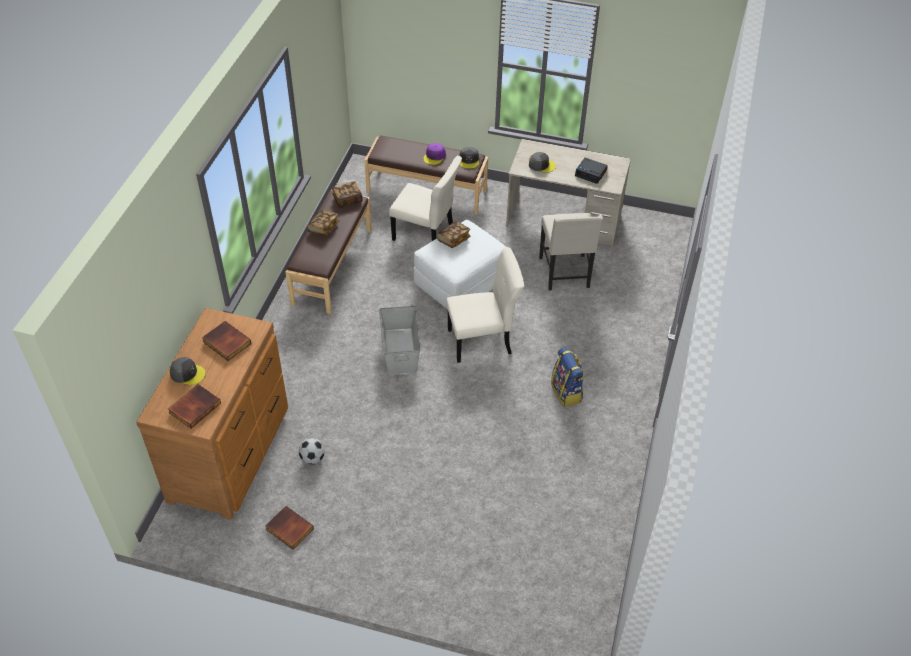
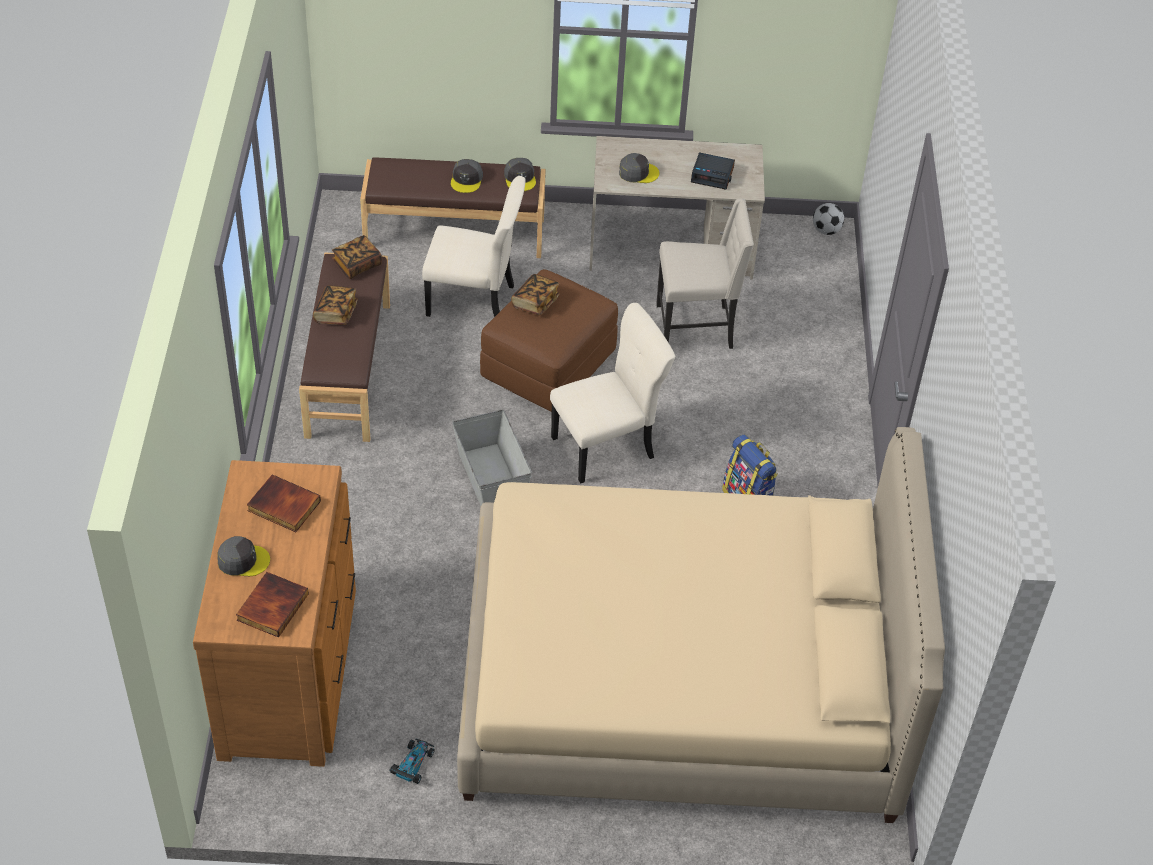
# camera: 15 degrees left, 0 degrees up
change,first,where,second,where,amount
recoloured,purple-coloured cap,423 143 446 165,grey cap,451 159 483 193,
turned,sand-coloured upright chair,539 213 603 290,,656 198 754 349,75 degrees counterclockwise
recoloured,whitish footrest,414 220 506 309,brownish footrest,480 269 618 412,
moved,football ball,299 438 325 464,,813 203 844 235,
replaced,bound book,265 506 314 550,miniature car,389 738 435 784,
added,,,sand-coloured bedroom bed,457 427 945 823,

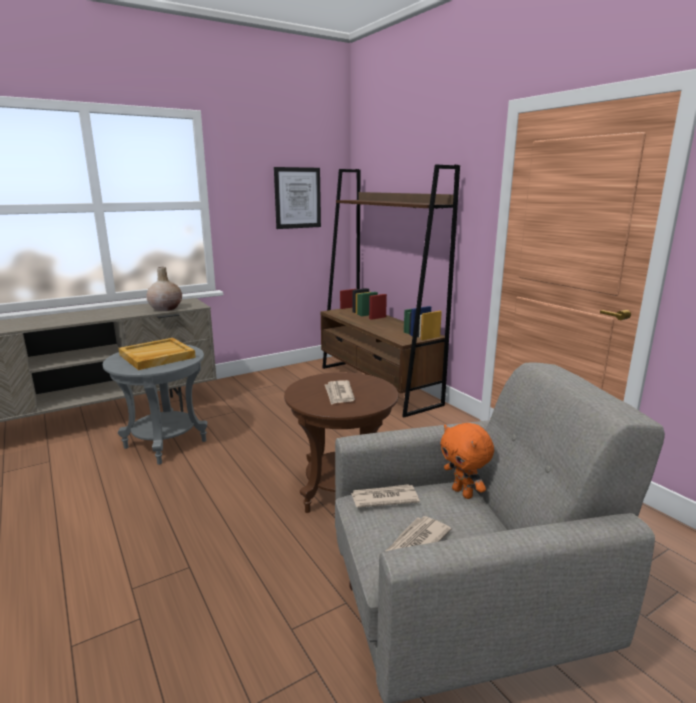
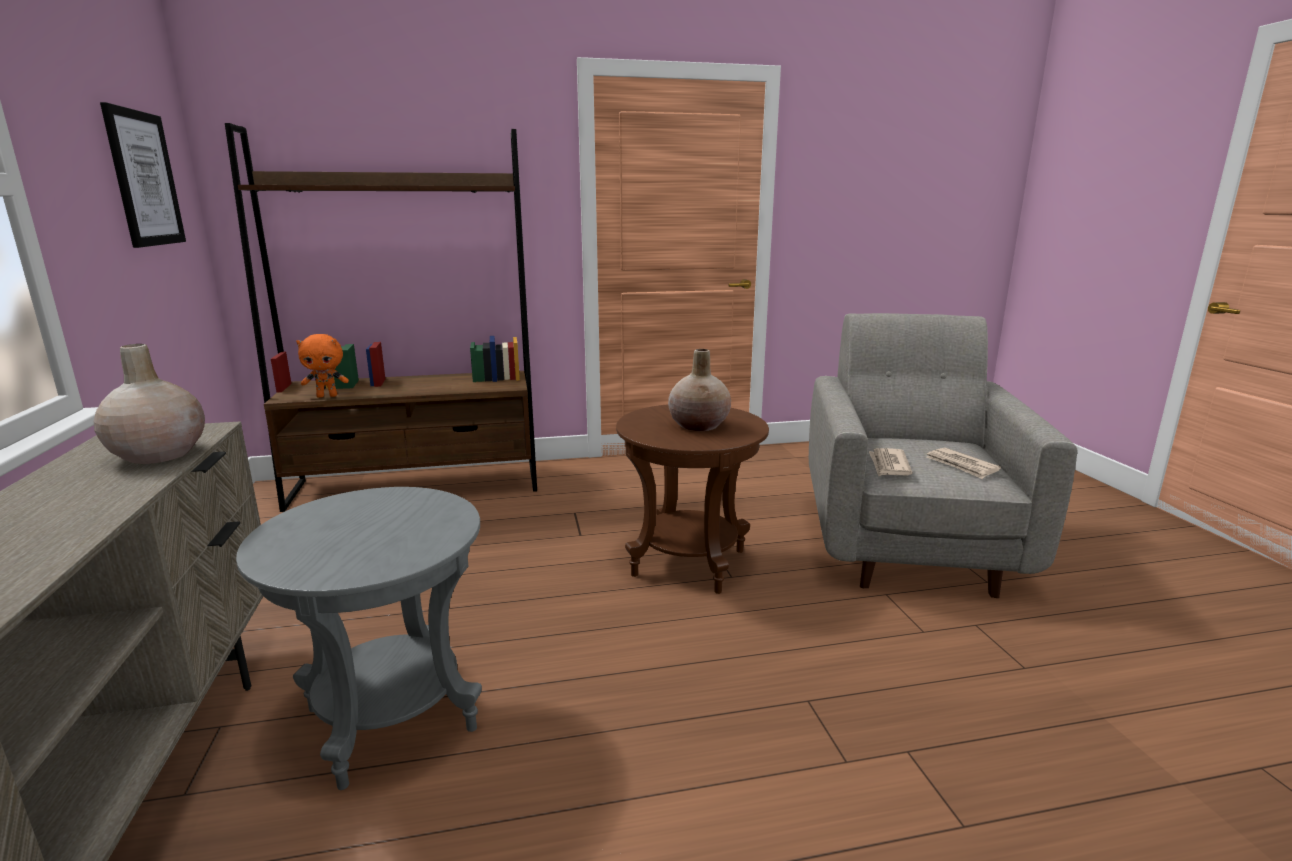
# camera: 70 degrees left, 0 degrees up
change,first,where,second,where,amount
removed,sand-coloured tray,119 338 196 370,,,
replaced,printed paper,325 380 355 405,sand-coloured vase,668 349 731 431,
moved,orange-coloured plush toy,440 423 494 499,,296 334 349 398,

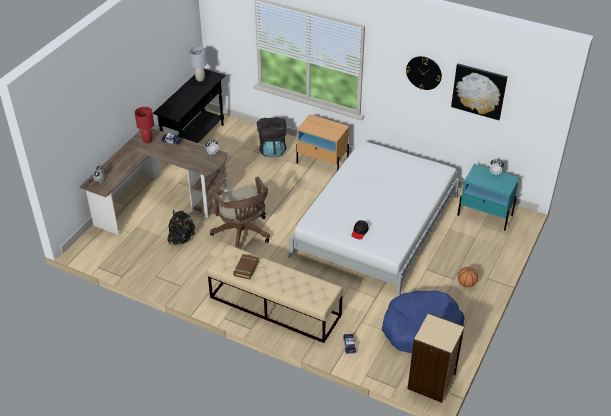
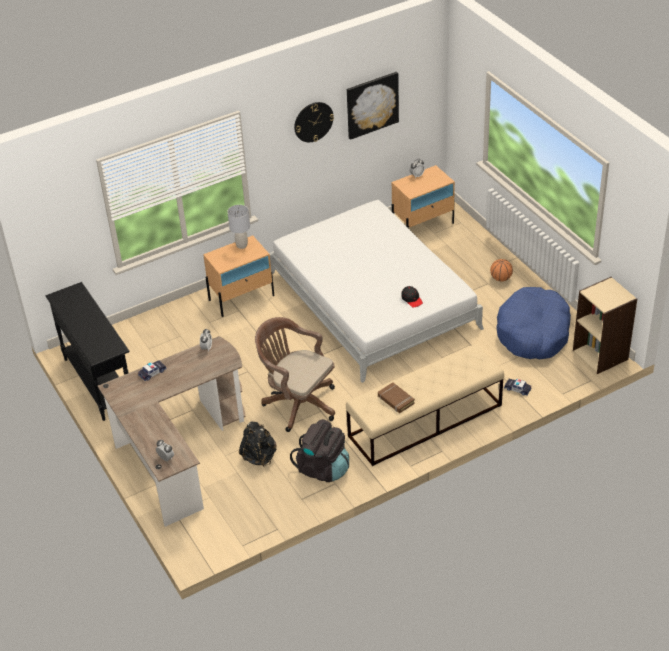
# camera: 55 degrees left, 0 degrees up
change,first,where,second,where,amount
moved,grey lamp for a table,189 46 207 81,,228 205 250 249,
removed,red-coloured lamp for a table,135 107 154 143,,,
moved,black rucksack,257 117 286 157,,290 419 349 482,
recoloured,turquoise bedside table,458 164 519 231,sand-coloured bedside table,392 165 455 229,
turned,brownish computer chair,210 177 270 248,,255 317 335 432,150 degrees counterclockwise

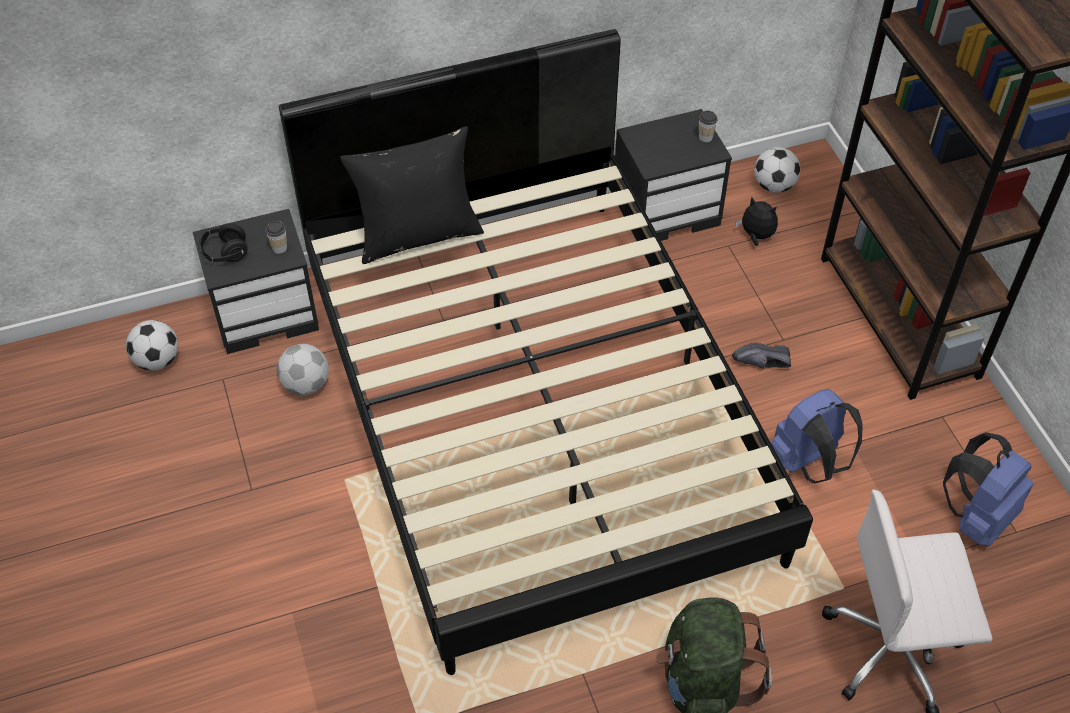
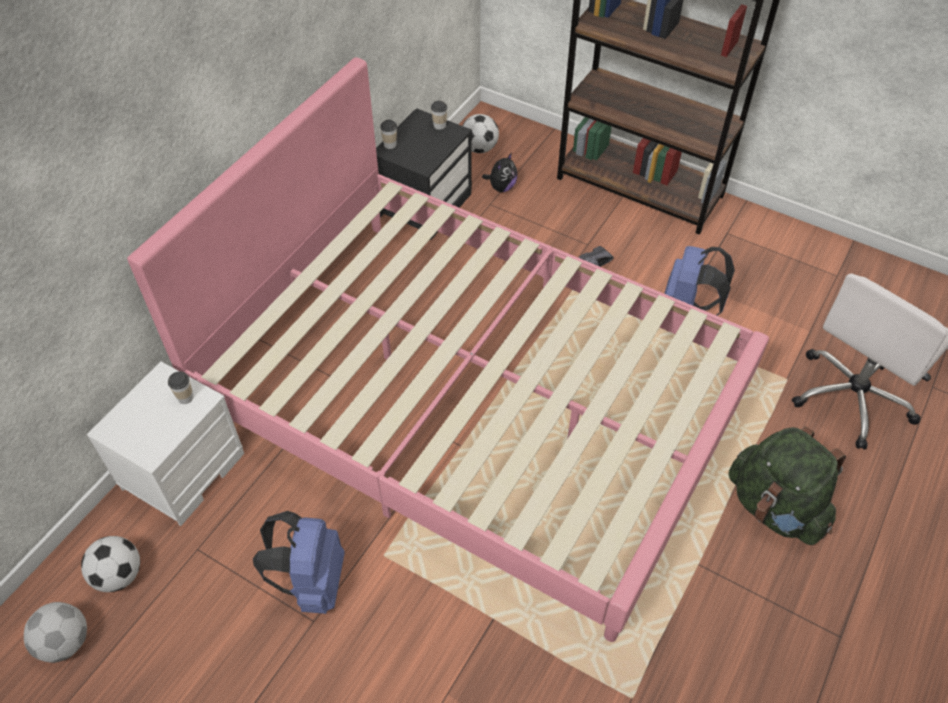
# camera: 40 degrees left, 0 degrees up
change,first,where,second,where,amount
recoloured,black bedroom bed,279 29 813 675,pink-coloured bedroom bed,127 57 769 642,
removed,black throw pillow,340 126 484 264,,,
turned,plush toy,736 197 778 246,,482 153 518 192,135 degrees clockwise
recoloured,black bedside table,193 209 319 354,whitish bedside table,87 362 244 526,
removed,black headphones,199 223 248 262,,,
moved,football ball,277 344 329 395,,24 602 87 663,
moved,blue rucksack,943 432 1033 547,,253 511 345 614,
added,,,drinking cup,380 120 397 149,

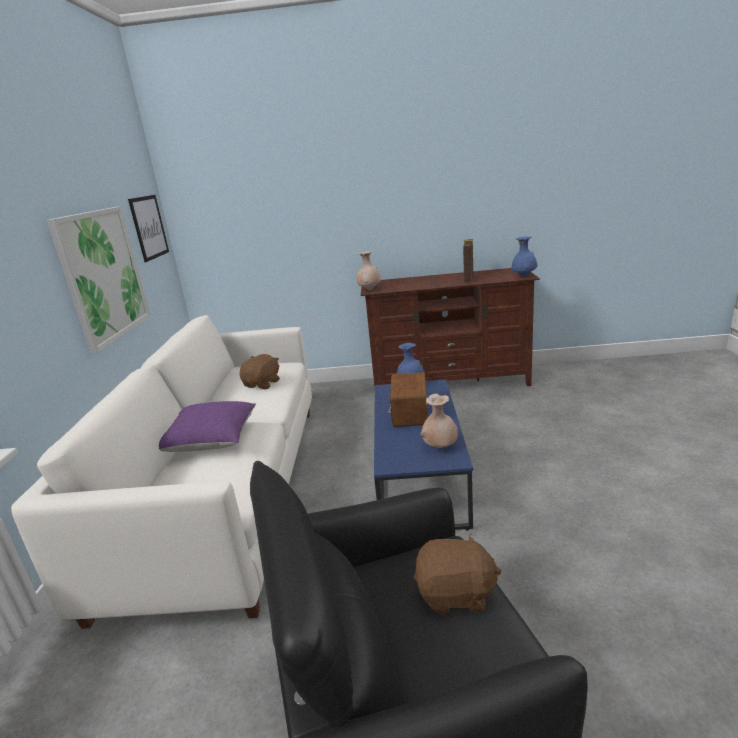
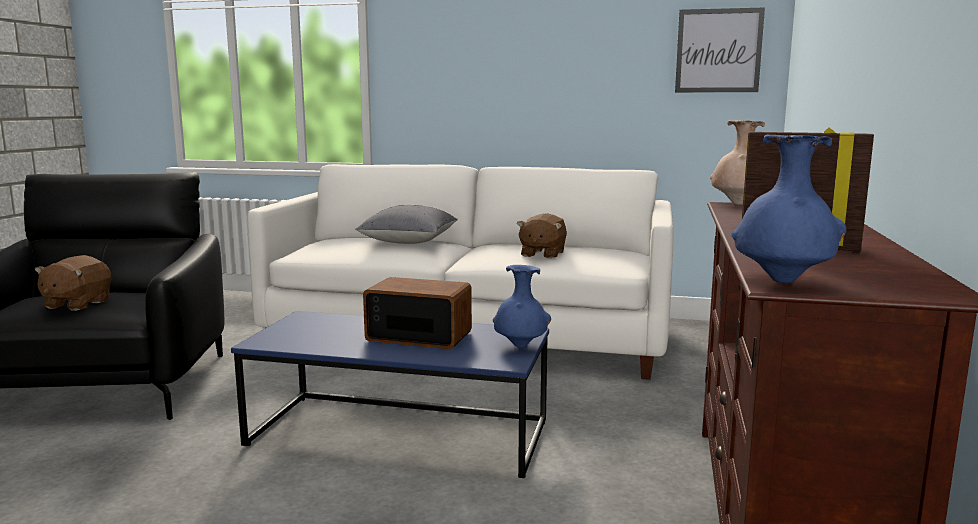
# camera: 100 degrees right, 10 degrees down
change,first,where,second,where,amount
removed,wall art,47 206 151 354,,,
turned,brownish plush toy,240 354 280 389,,516 213 567 259,75 degrees clockwise
removed,sand-coloured vase,420 394 458 448,,,
recoloured,purple-coloured throw pillow,159 401 256 452,grey throw pillow,355 205 458 244,

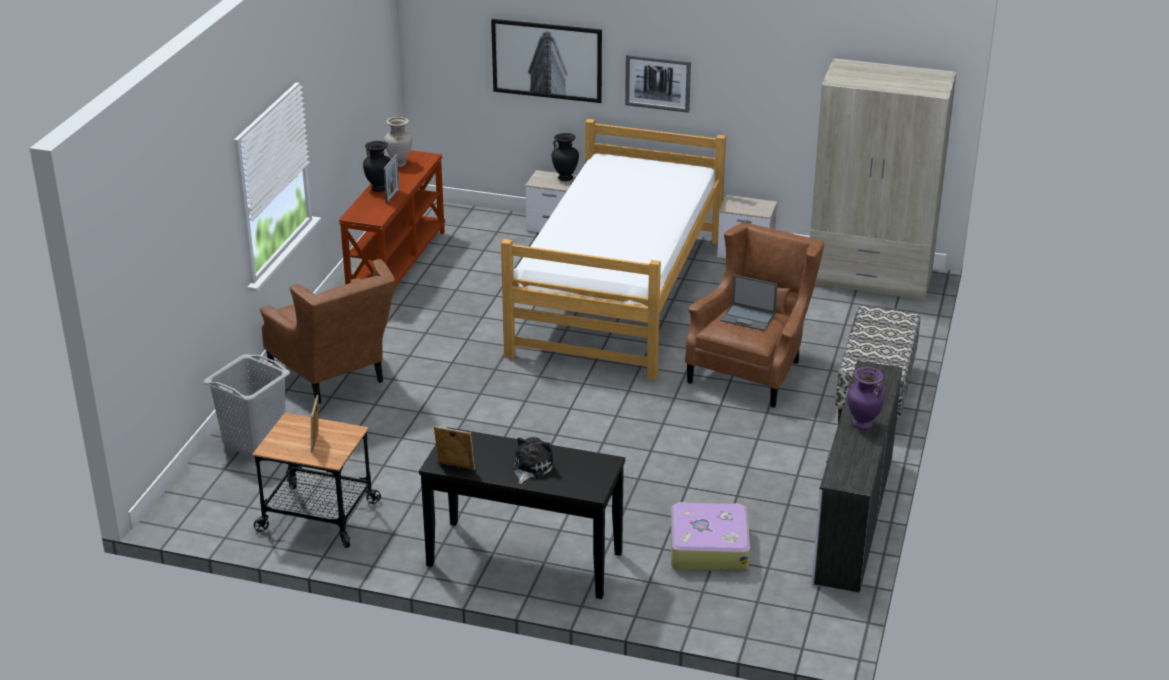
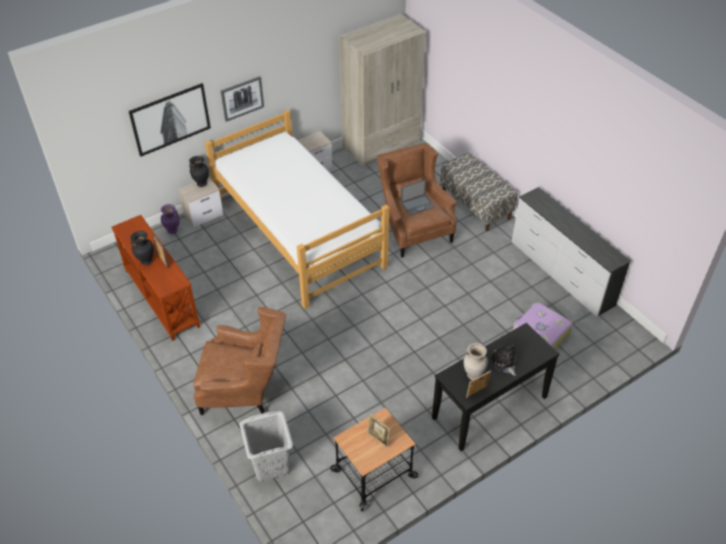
# camera: 50 degrees left, 15 degrees up
change,first,where,second,where,amount
moved,sand-coloured vase,384 117 412 167,,464 343 488 380,
moved,purple-coloured vase,847 367 885 430,,161 204 180 234,

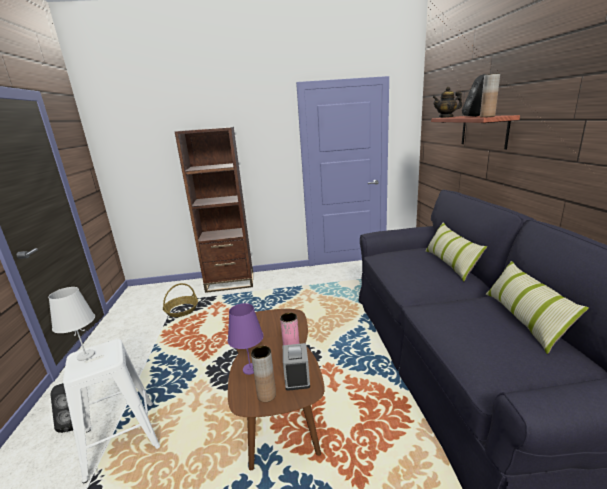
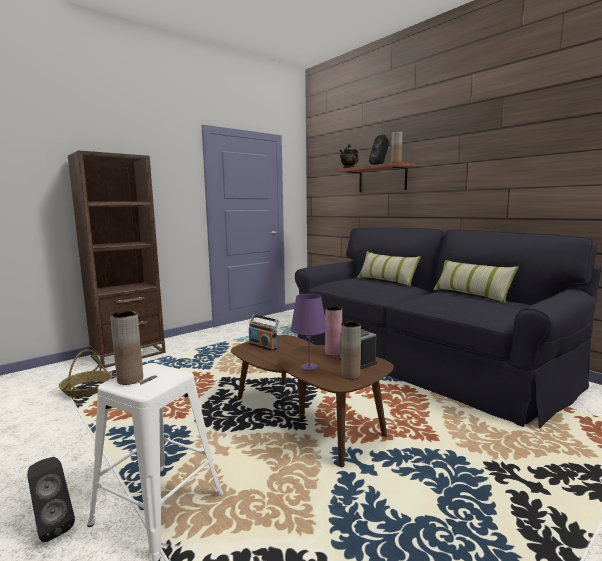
# camera: 35 degrees left, 10 degrees down
change,first,where,second,where,amount
replaced,whitish lamp for a table,48 287 95 361,brownish vase,110 311 143 385,
added,,,radio set,249 314 279 351,

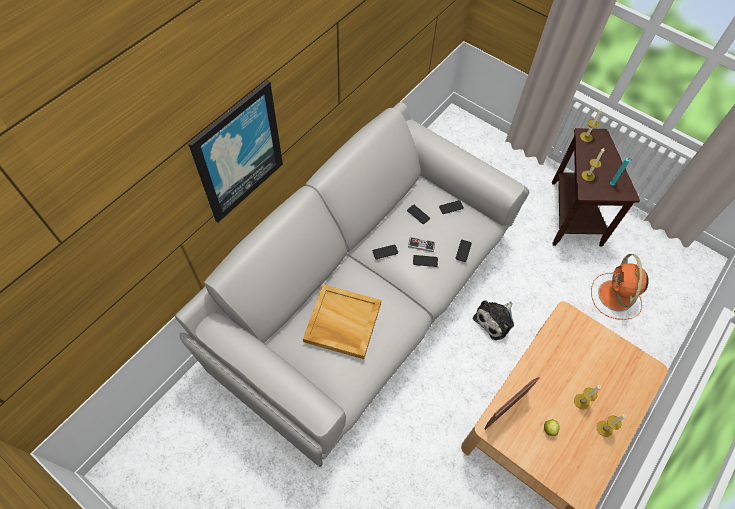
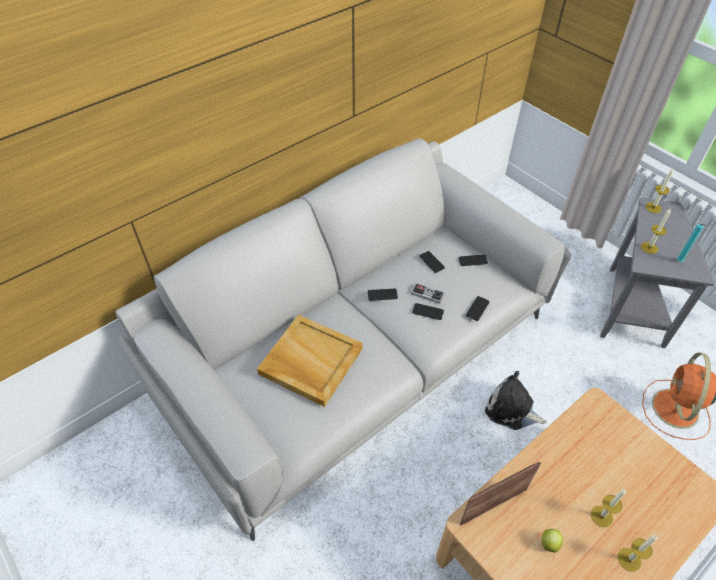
# camera: 15 degrees right, 10 degrees down
change,first,where,second,where,amount
removed,wall art,188 80 283 223,,,
recoloured,brownish accent table,552 128 640 246,grey accent table,600 197 715 348,
turned,plush toy,473 300 514 340,,485 371 547 430,60 degrees clockwise

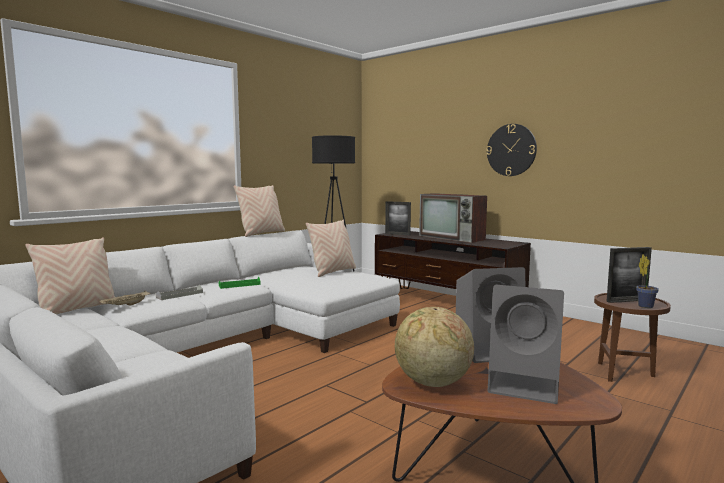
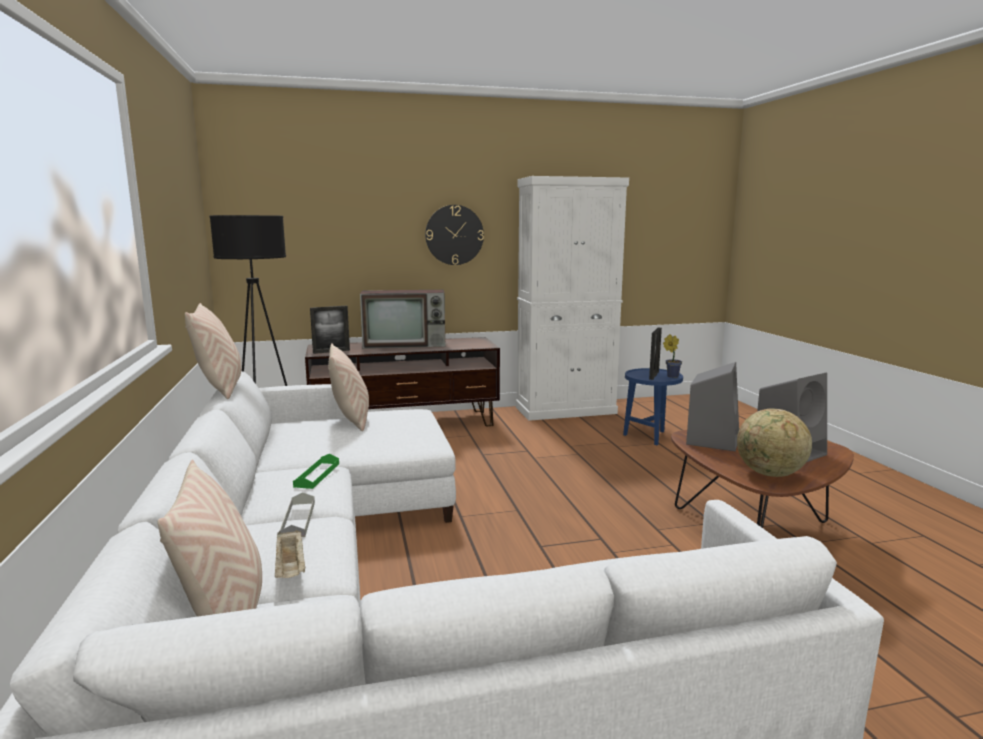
# camera: 55 degrees left, 5 degrees up
change,first,where,second,where,amount
recoloured,brownish accent table,594 293 671 382,blue accent table,623 368 683 445,
added,,,whitish cabinet,516 176 629 421,

